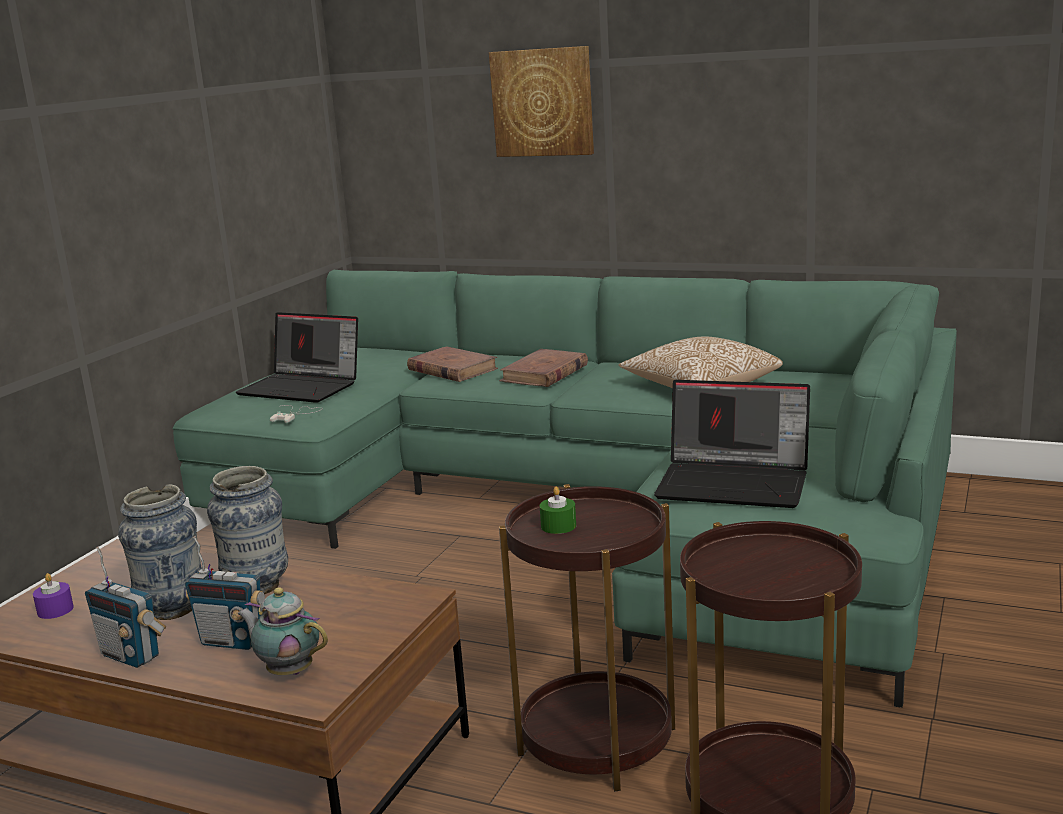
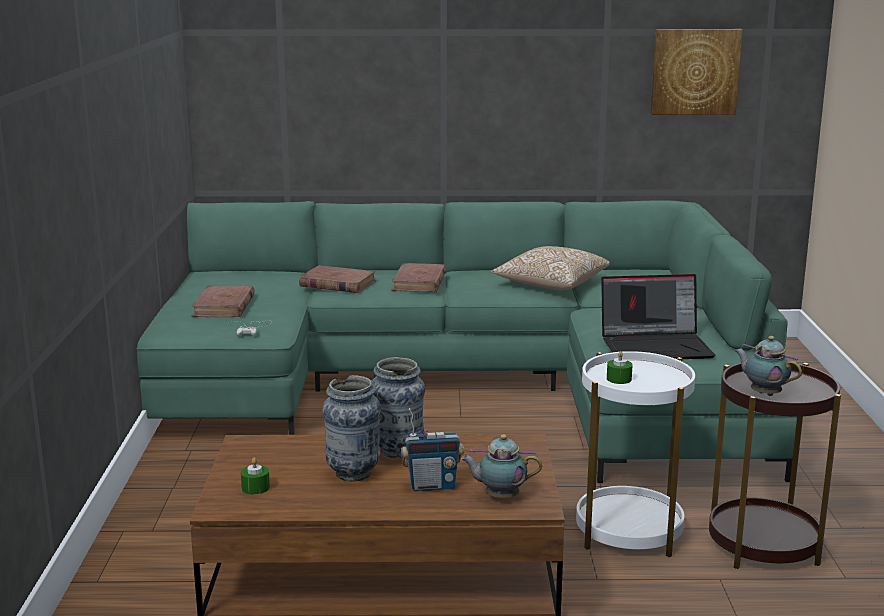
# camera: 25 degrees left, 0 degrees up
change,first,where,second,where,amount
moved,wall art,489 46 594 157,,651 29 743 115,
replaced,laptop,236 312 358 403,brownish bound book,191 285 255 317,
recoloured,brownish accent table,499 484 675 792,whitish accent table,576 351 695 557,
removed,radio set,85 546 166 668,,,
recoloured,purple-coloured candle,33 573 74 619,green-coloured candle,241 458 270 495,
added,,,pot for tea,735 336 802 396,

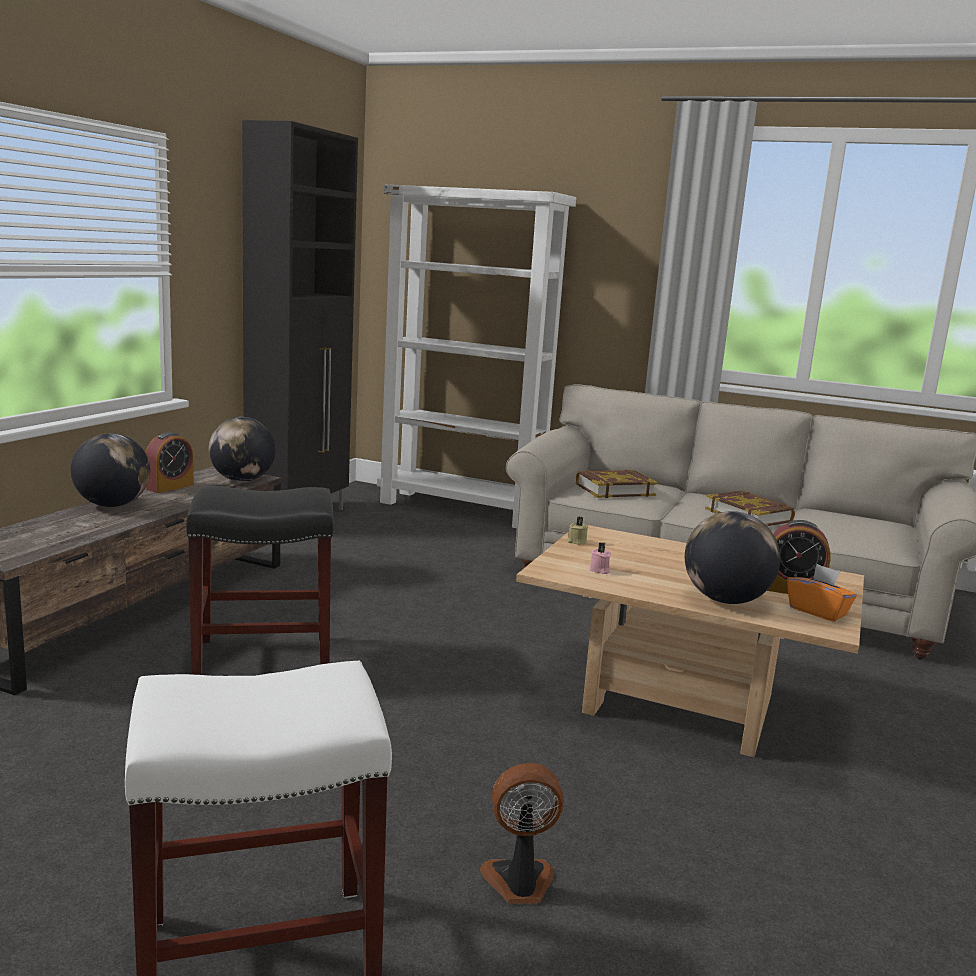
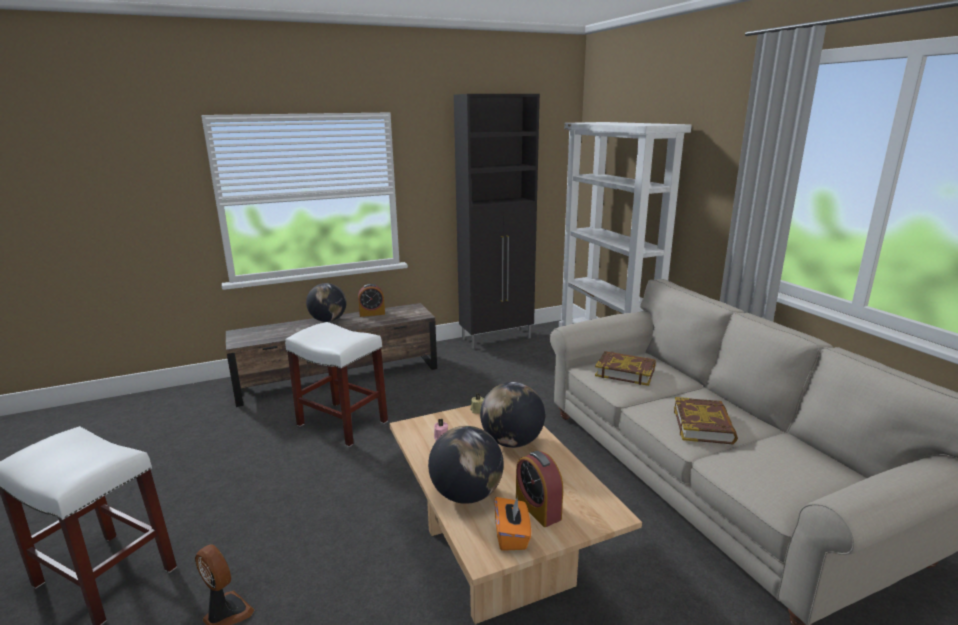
# camera: 45 degrees right, 5 degrees up
change,first,where,second,where,amount
moved,desk globe,208 417 276 482,,480 382 545 448,
recoloured,black stool,186 486 333 675,whitish stool,285 322 388 447,

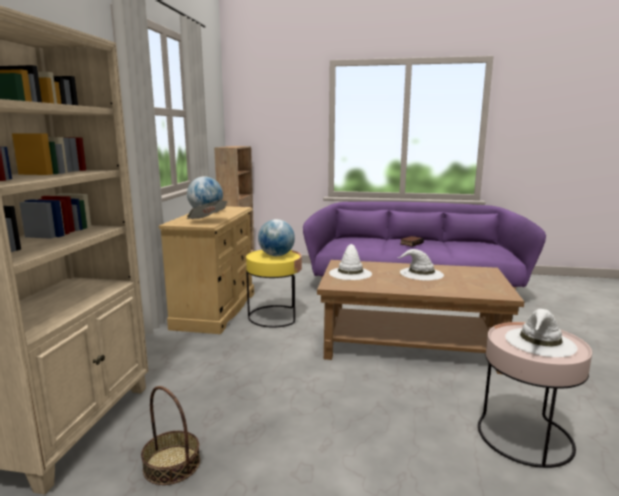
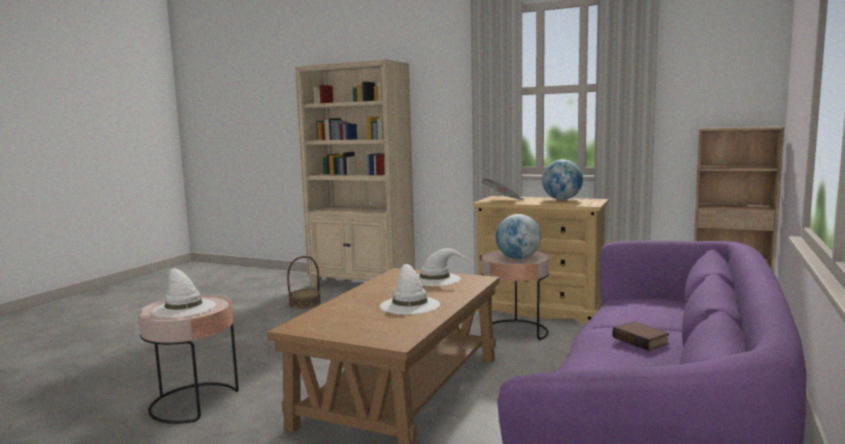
# camera: 105 degrees right, 5 degrees down
change,first,where,second,where,amount
recoloured,yellowish accent table,246 250 302 328,pink-coloured accent table,481 250 549 340,

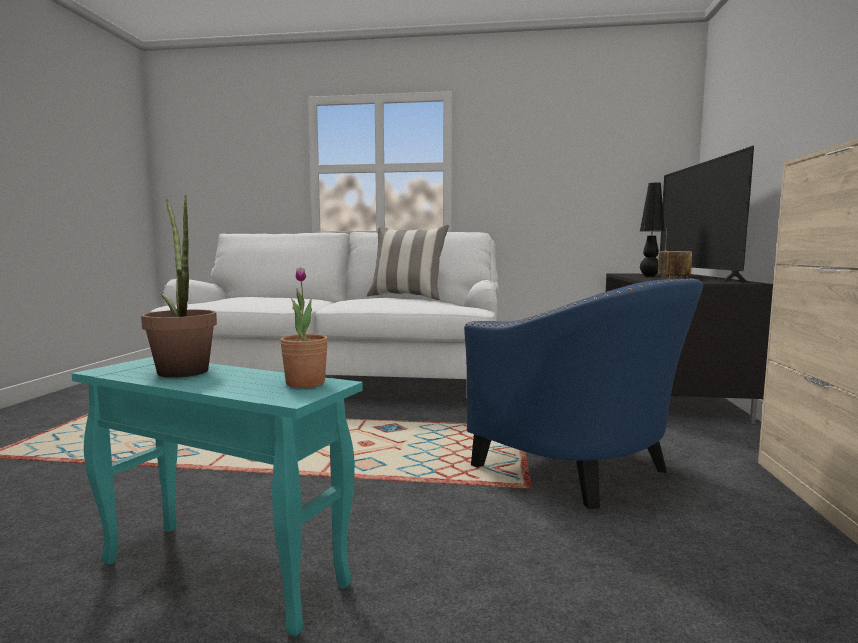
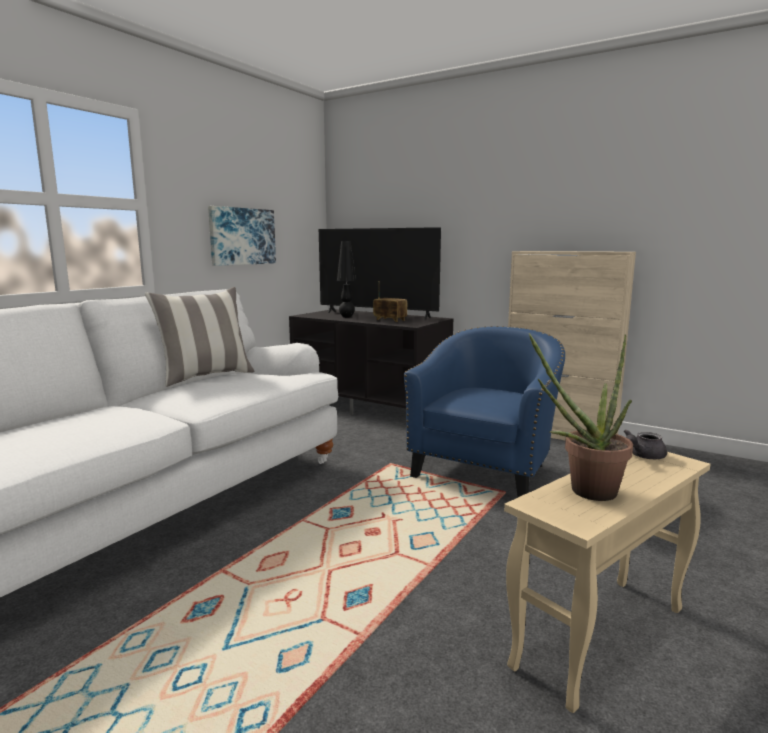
# camera: 65 degrees left, 5 degrees up
change,first,where,second,where,amount
replaced,houseplant,280 267 328 388,grey pot for tea,623 430 667 459,
turned,blue lounge chair,464 278 703 509,,404 326 565 497,45 degrees counterclockwise
recoloured,turquoise accent table,72 357 363 637,sand-coloured accent table,504 452 711 713,
added,,,wall art,208 206 276 266,

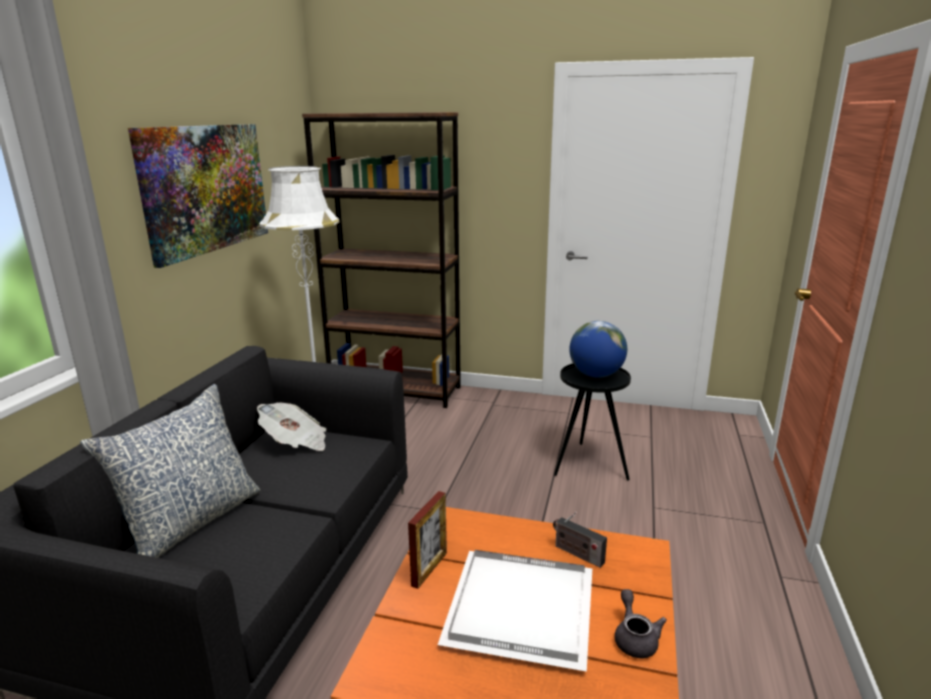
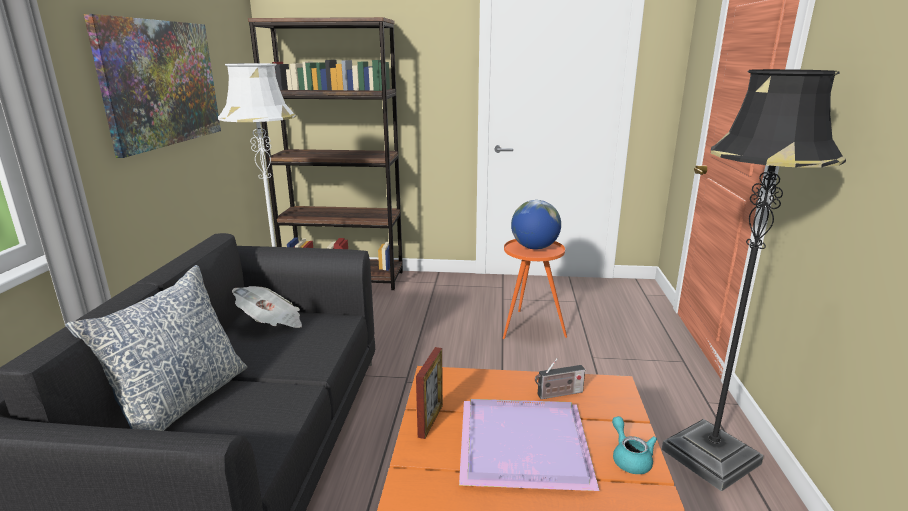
# camera: 10 degrees left, 0 degrees up
change,first,where,second,where,amount
recoloured,black accent table,554 364 631 481,orange-coloured accent table,503 239 567 339,
turned,radio set,553 512 607 568,,535 358 585 399,45 degrees counterclockwise
recoloured,whitish tray,438 550 592 672,purple-coloured tray,459 399 600 491,
recoloured,grey pot for tea,615 589 667 658,turquoise pot for tea,612 416 657 474,
added,,,black floor lamp,662 69 846 491,

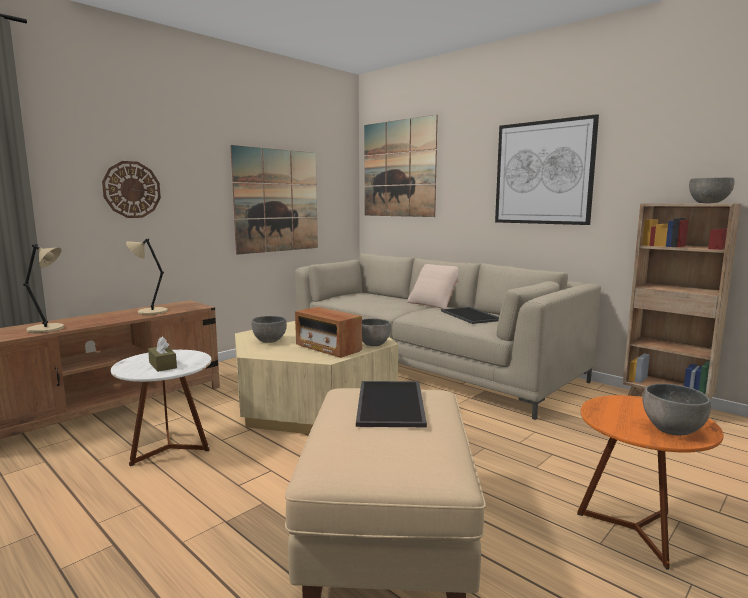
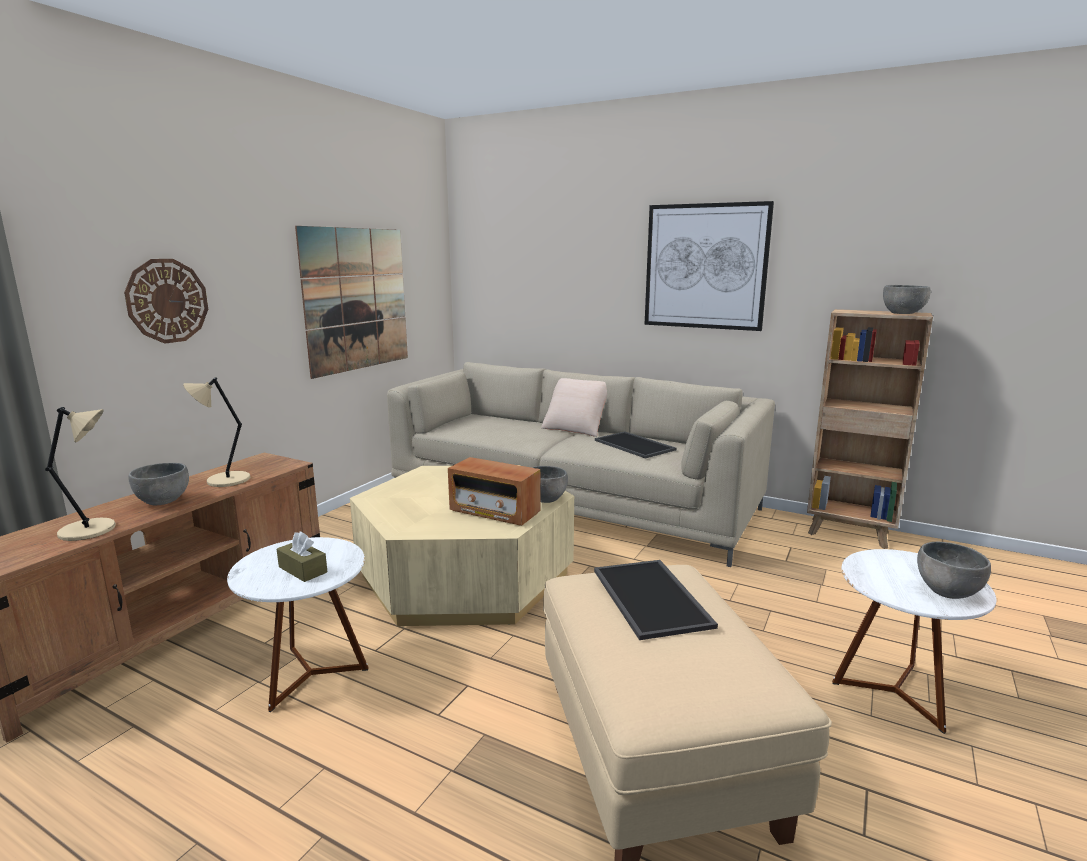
# camera: 15 degrees left, 5 degrees up
change,first,where,second,where,amount
removed,wall art,364 115 438 217,,,
moved,grey serving bowl,251 316 287 343,,128 463 189 505,
recoloured,orange-coloured accent table,577 395 724 570,whitish accent table,832 549 996 734,

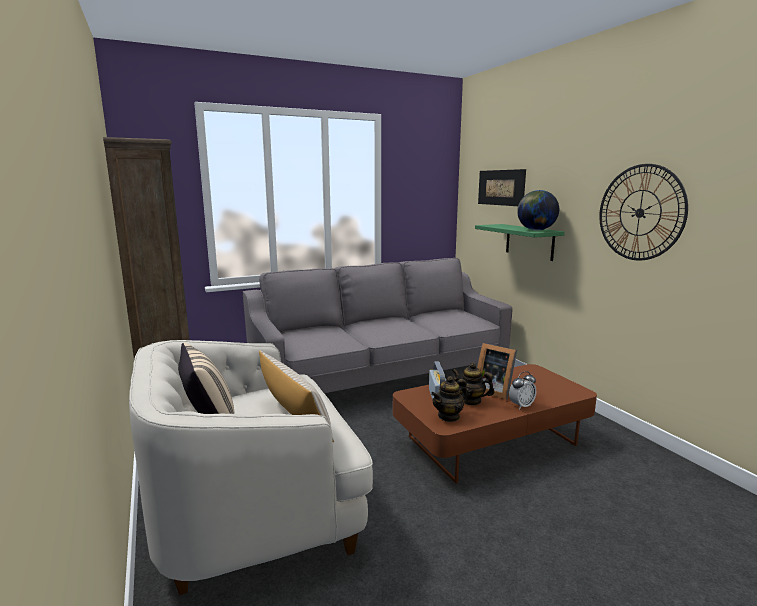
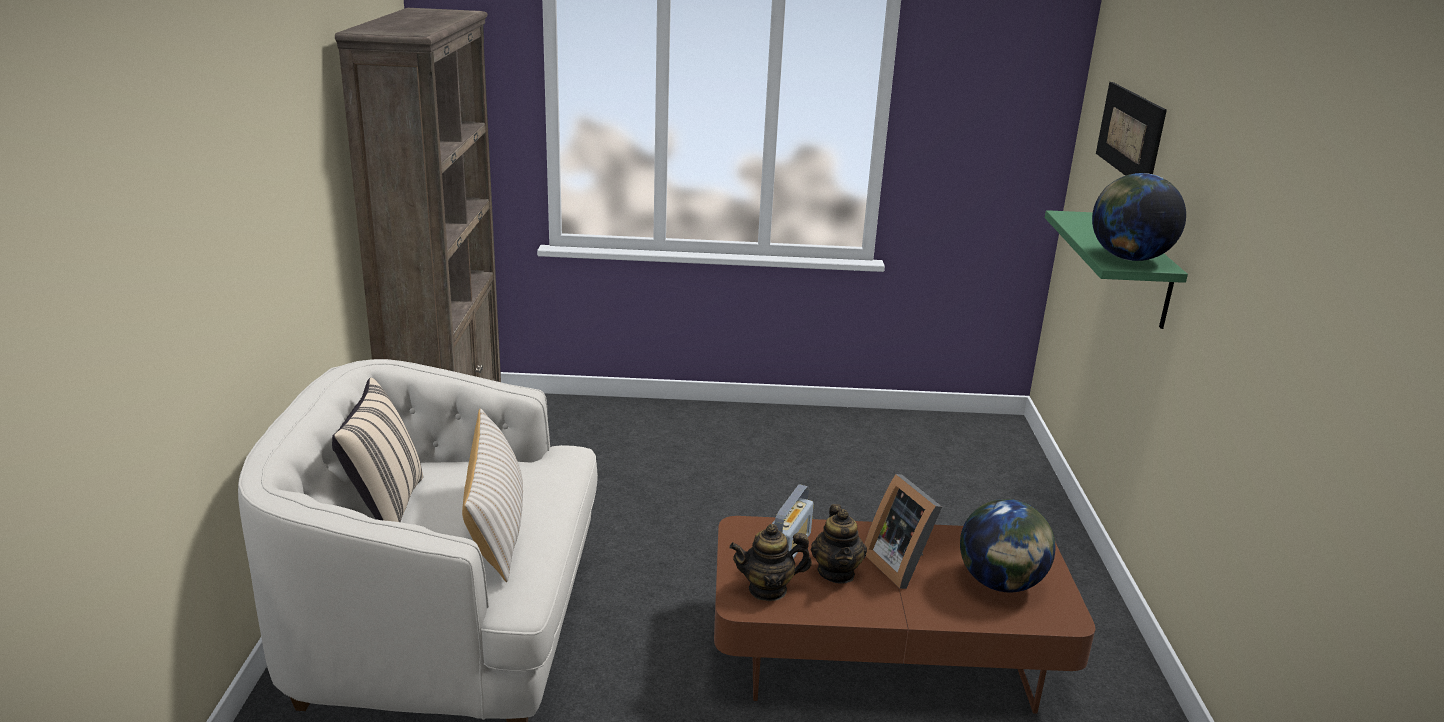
# camera: 25 degrees right, 10 degrees up
change,first,where,second,where,amount
removed,hanging clock,599 164 688 260,,,
removed,grey sofa,243 258 512 393,,,
turned,pot for tea,452 363 494 406,,811 504 867 584,150 degrees counterclockwise
removed,bedside clock,509 371 536 410,,,
added,,,desk globe,960 499 1055 592,

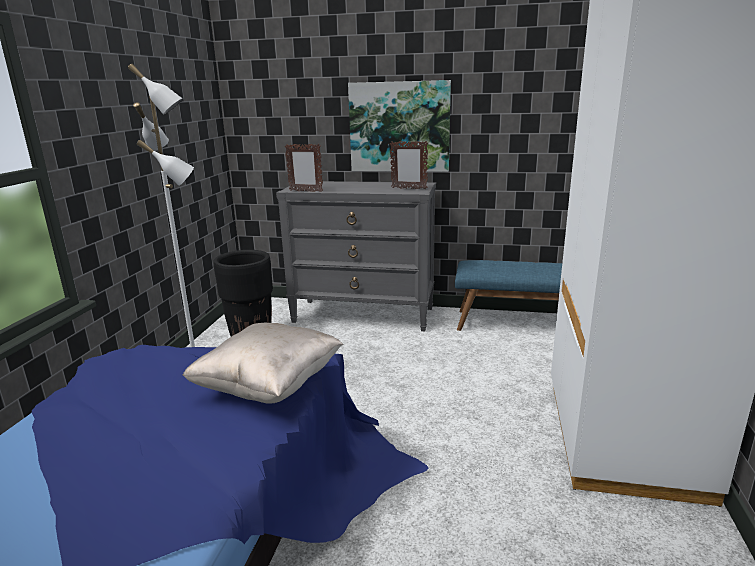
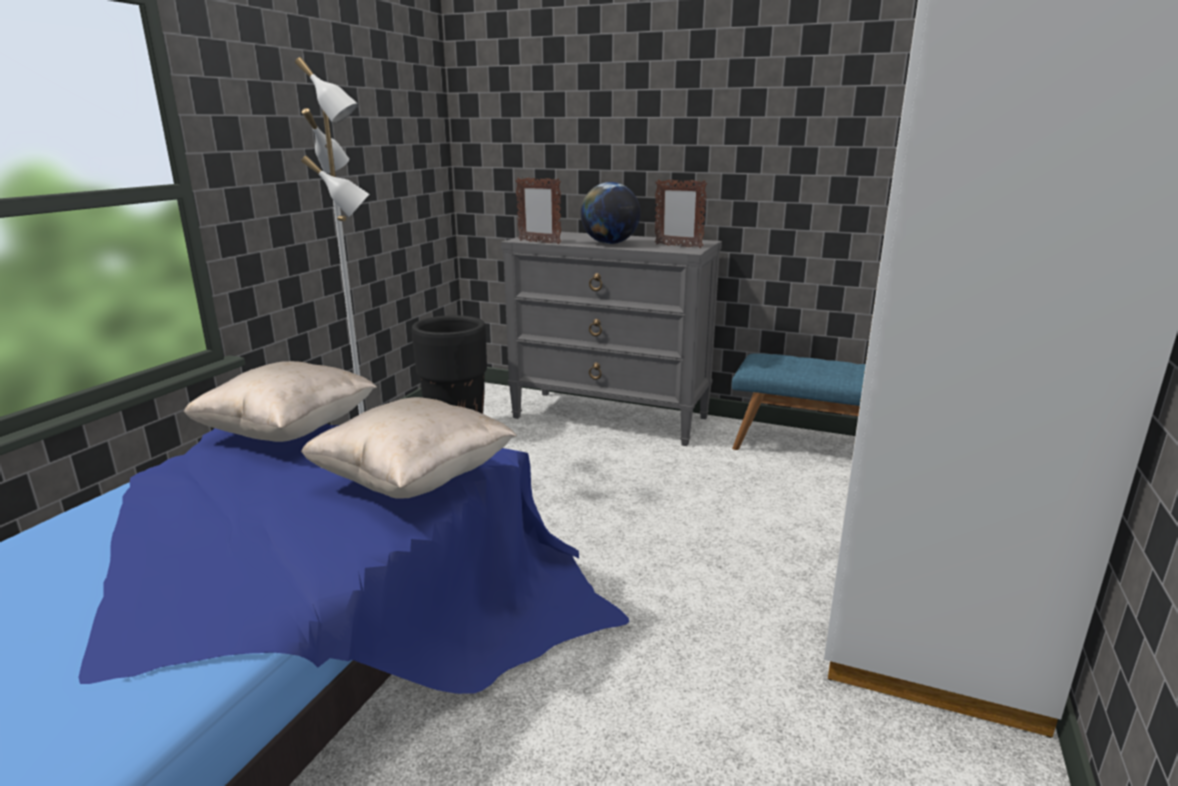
# camera: 10 degrees right, 0 degrees up
change,first,where,second,where,amount
removed,wall art,348 80 451 172,,,
added,,,desk globe,581 182 640 244,
added,,,sand-coloured throw pillow,183 361 377 442,

